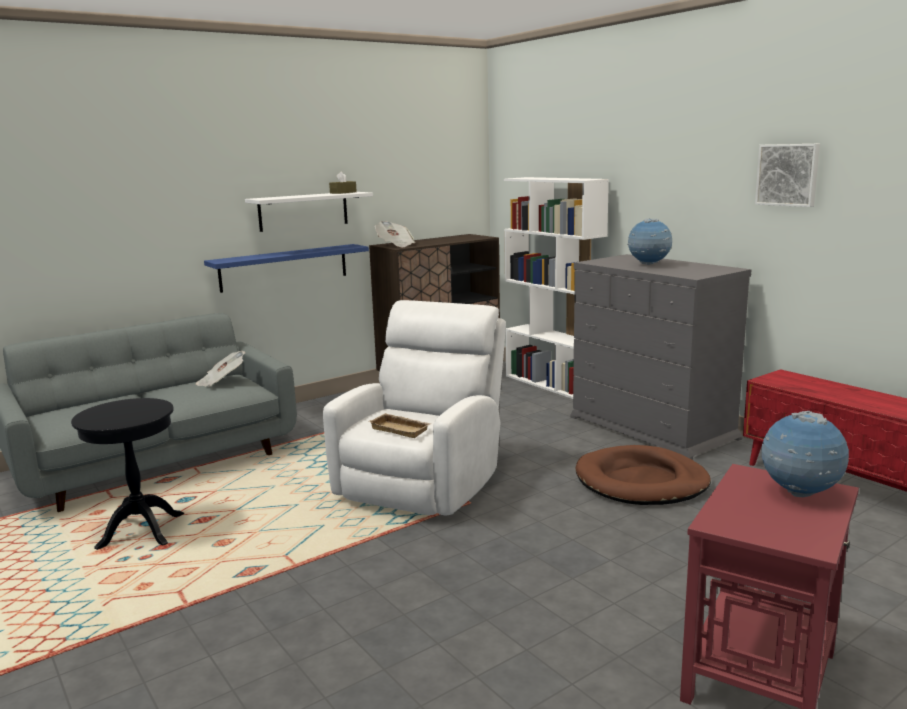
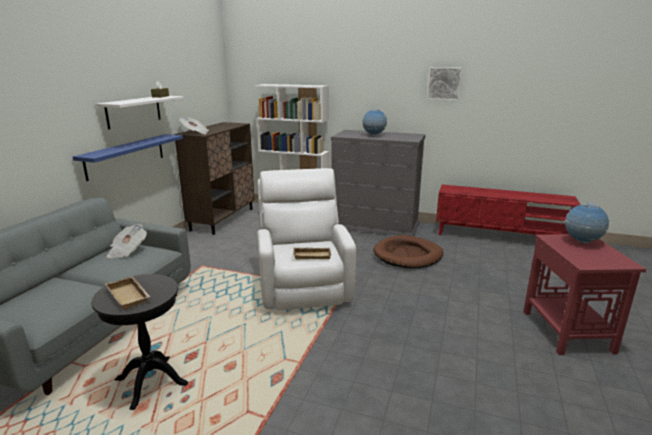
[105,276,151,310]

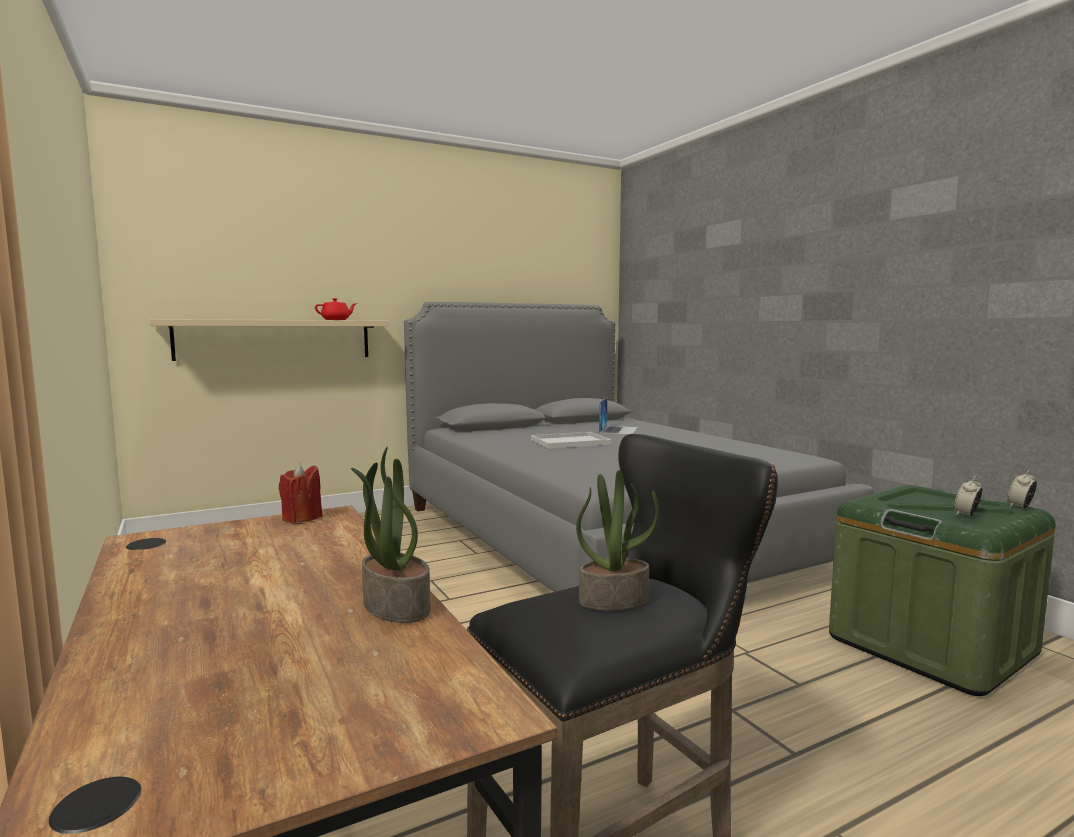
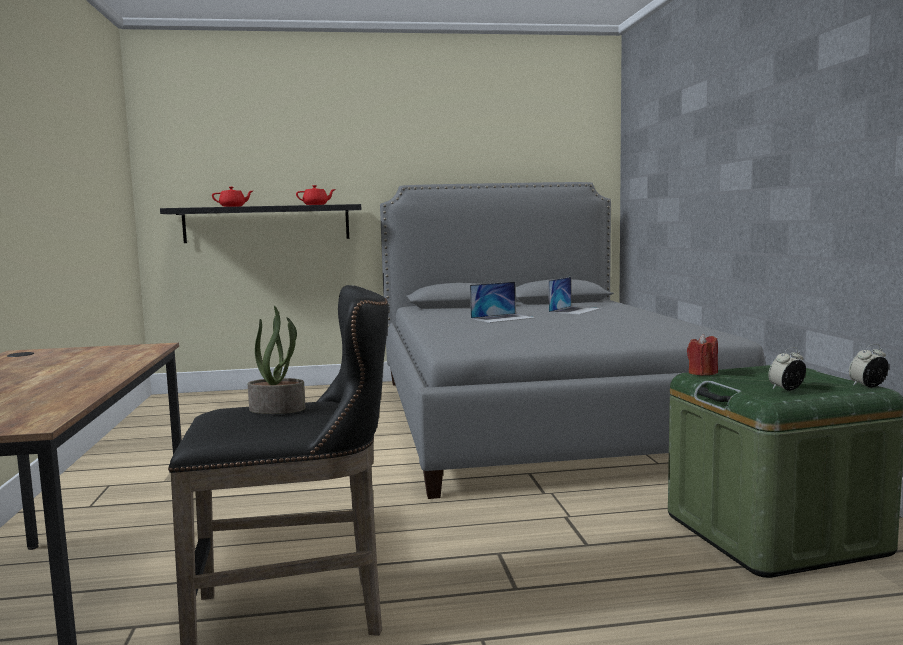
[351,447,430,623] (first image)
[212,187,253,207]
[687,334,718,376]
[470,282,536,323]
[160,204,361,243]

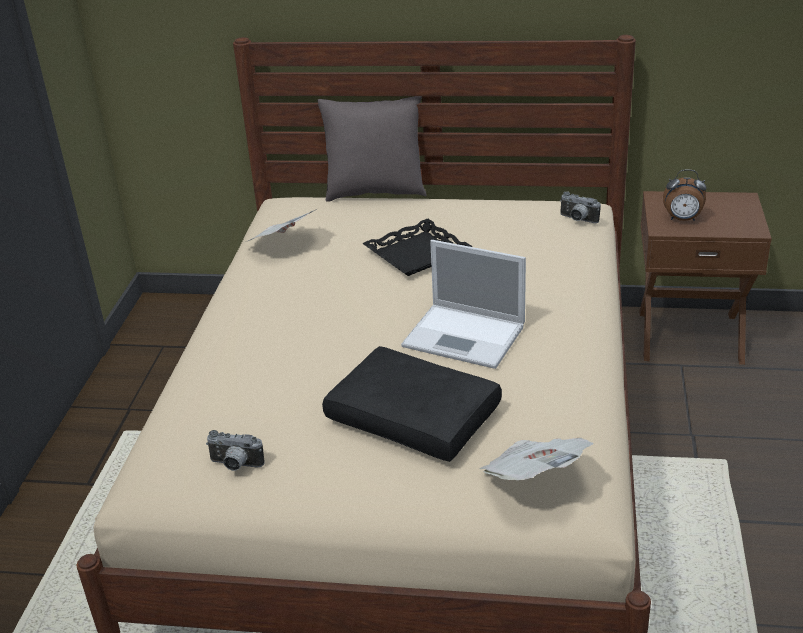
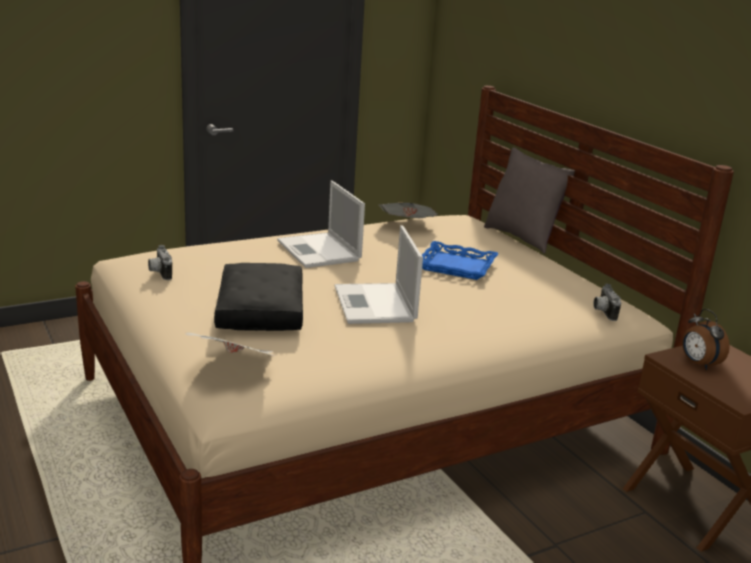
[277,181,365,268]
[422,241,499,280]

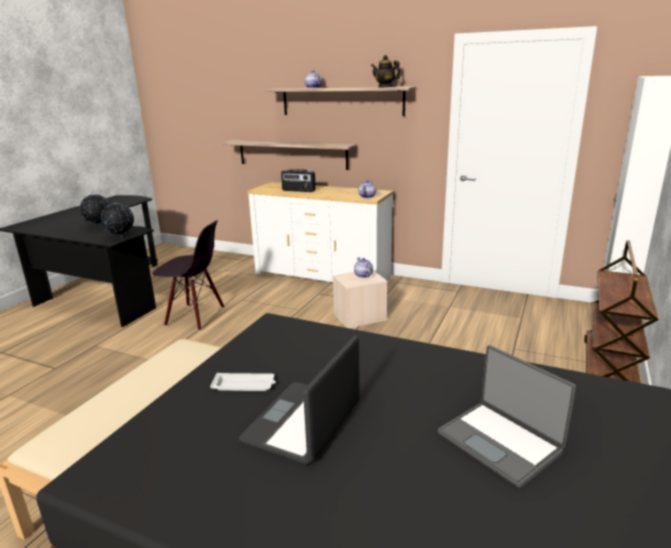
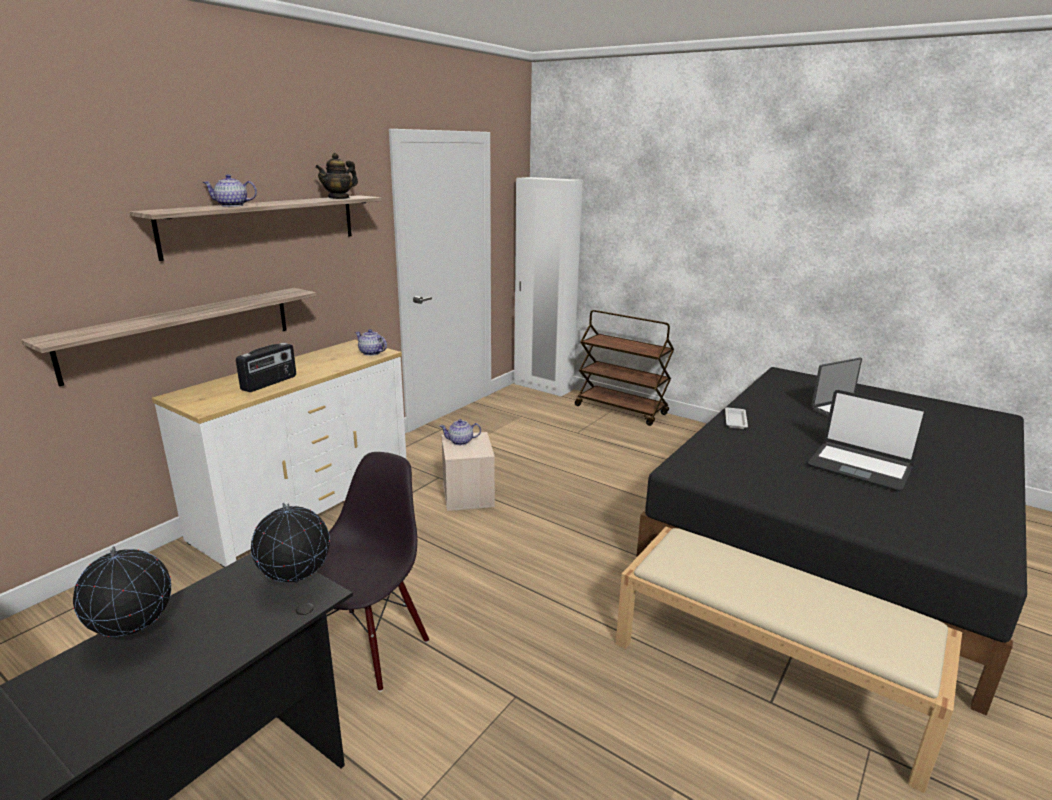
[725,407,748,429]

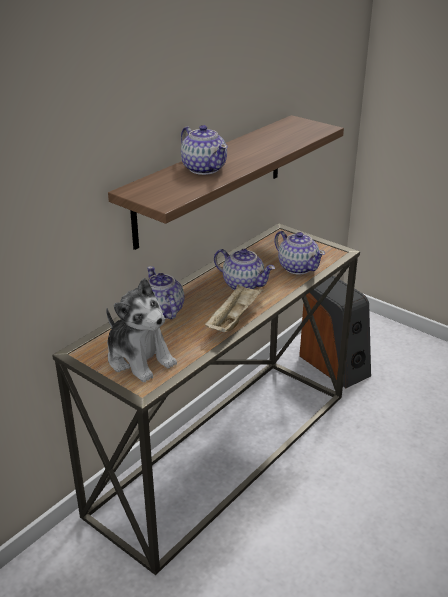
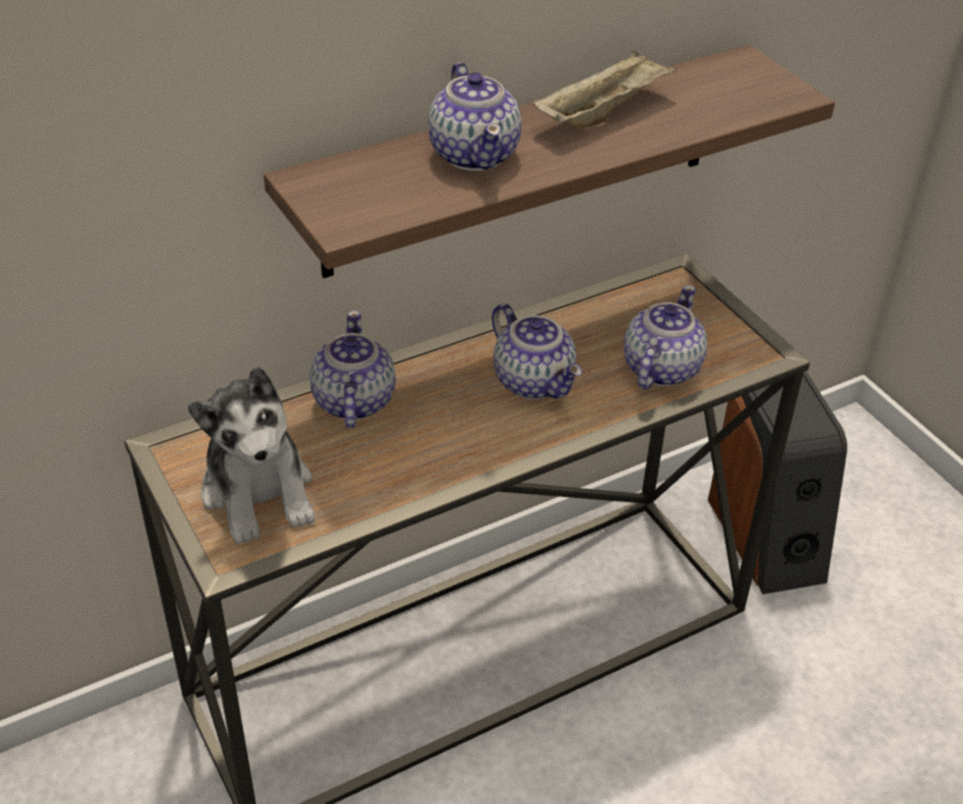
[533,49,678,128]
[624,285,707,389]

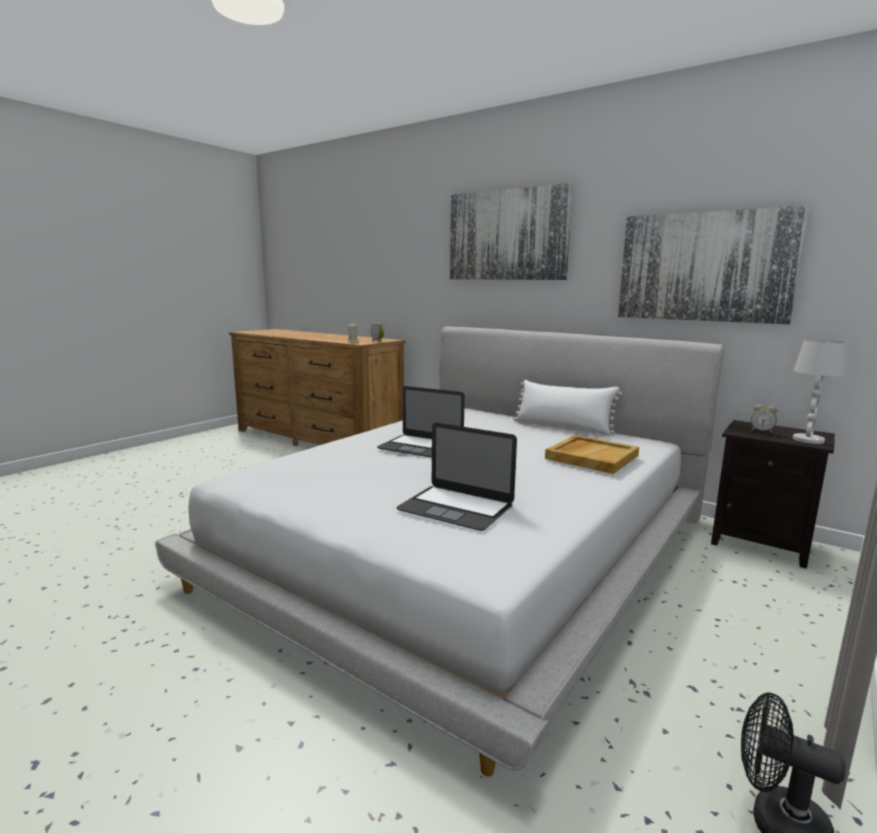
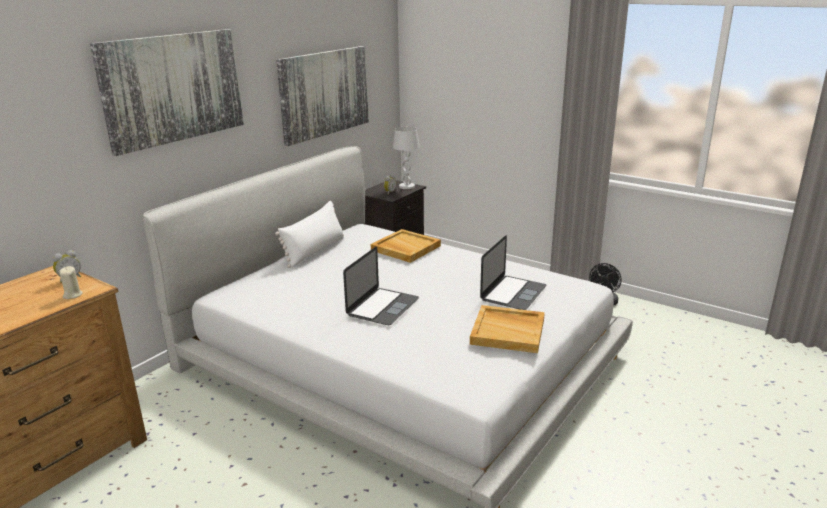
[470,305,545,353]

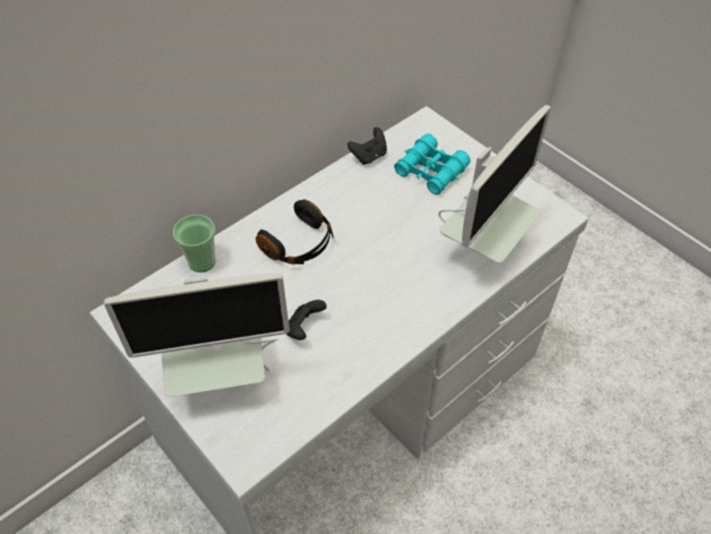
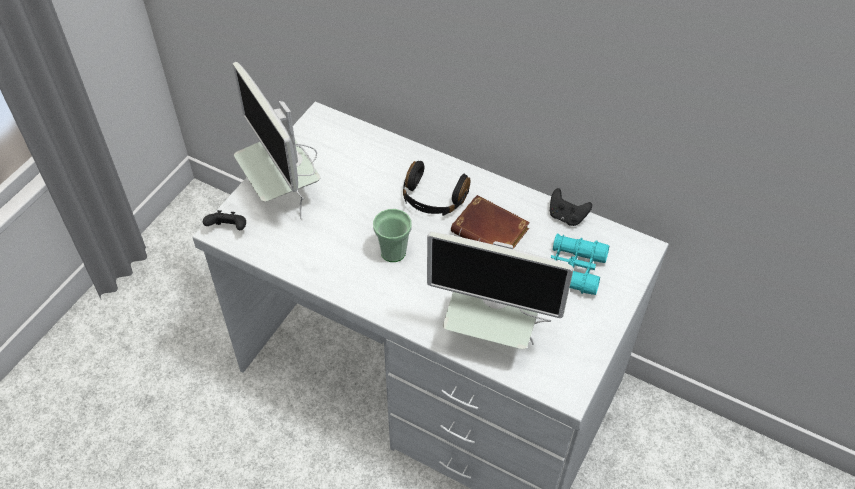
[451,195,530,249]
[373,209,412,262]
[203,210,246,231]

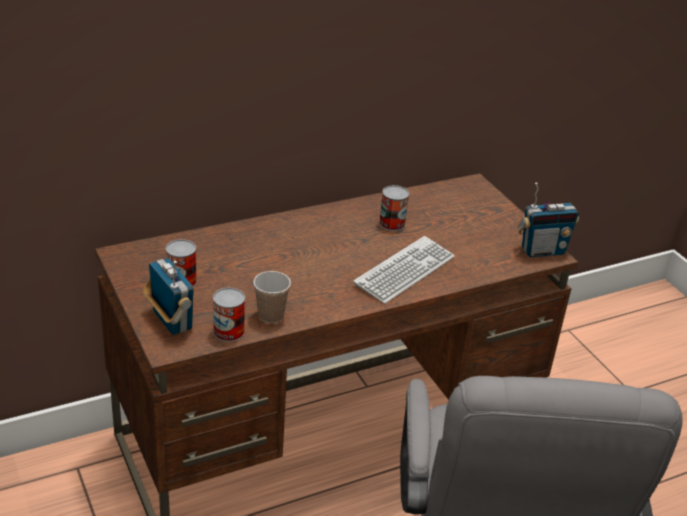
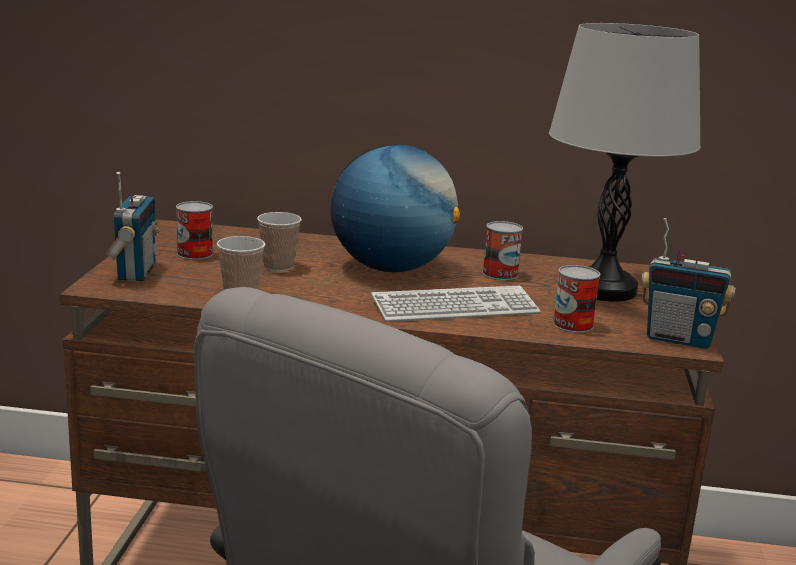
[257,212,302,271]
[331,144,460,272]
[549,23,701,302]
[553,265,600,333]

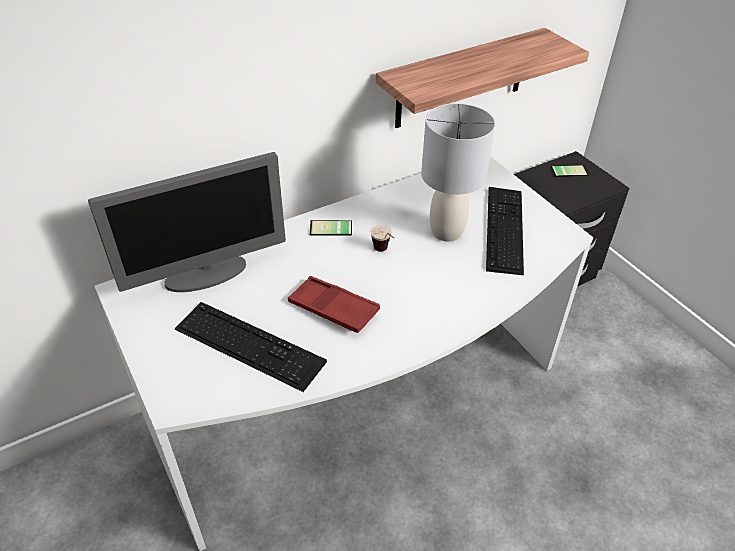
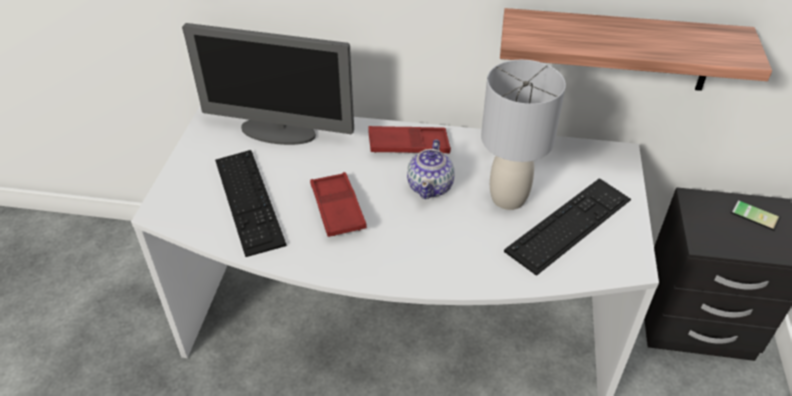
[368,126,451,153]
[407,140,455,199]

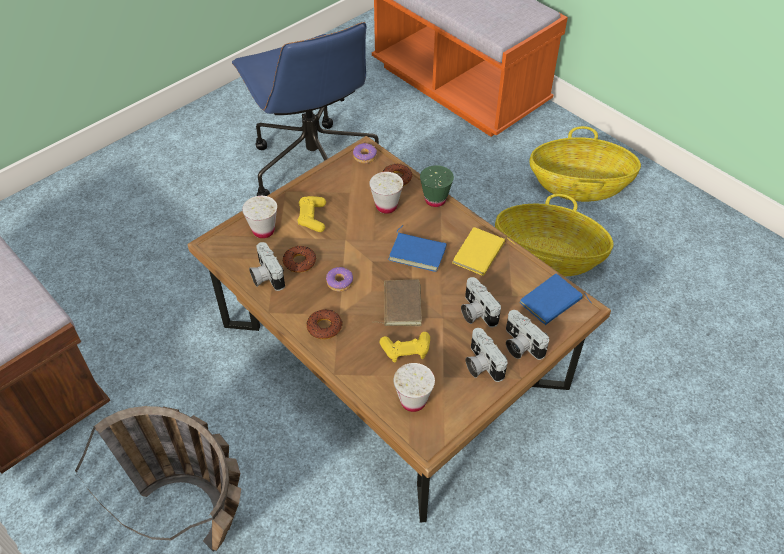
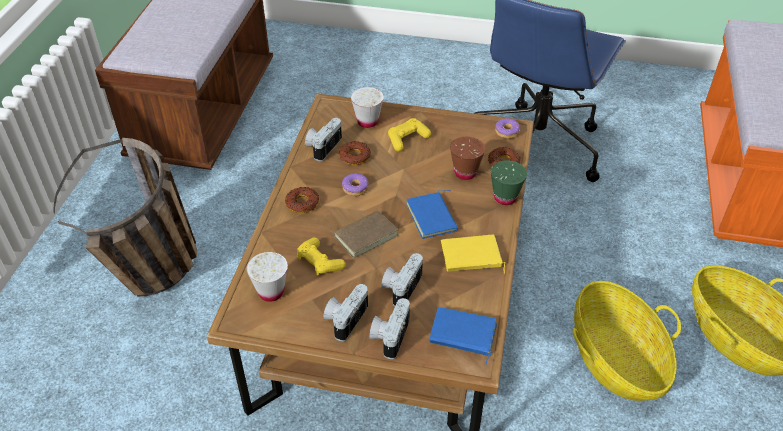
[450,137,485,180]

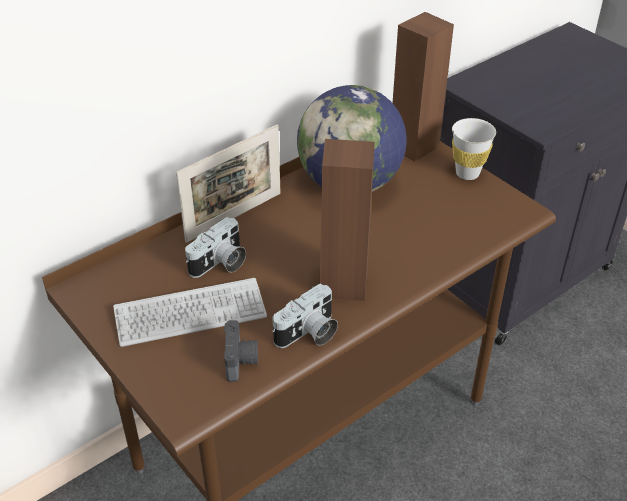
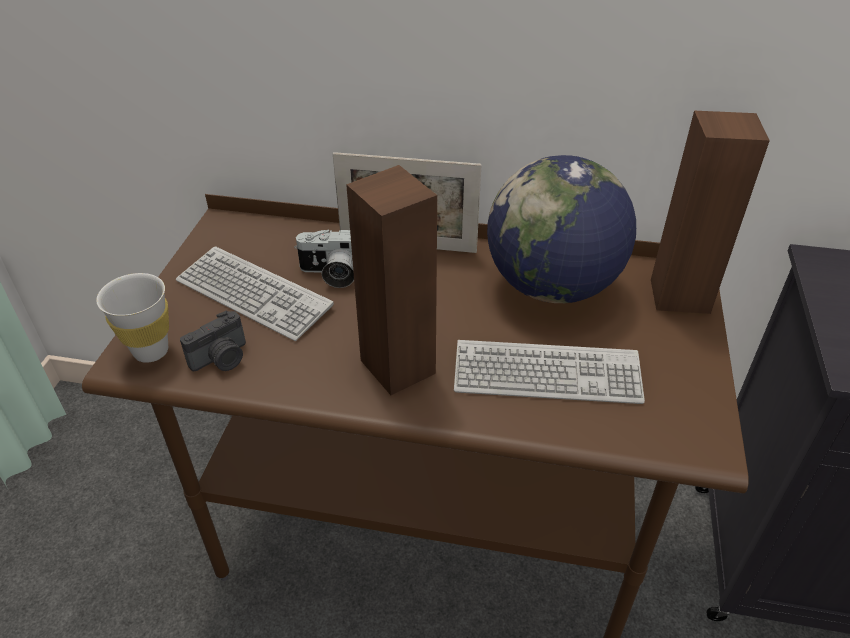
[272,283,338,348] (first image)
[454,340,645,404]
[96,273,169,363]

